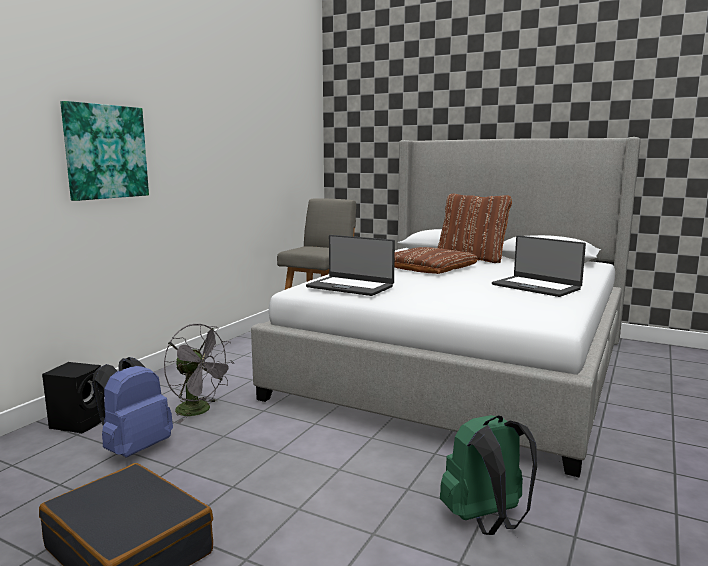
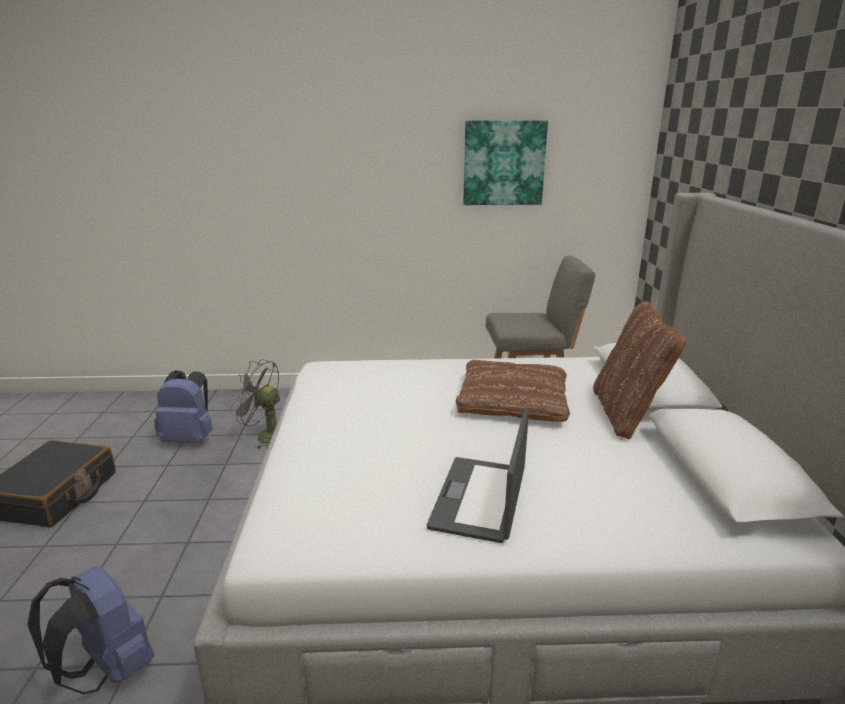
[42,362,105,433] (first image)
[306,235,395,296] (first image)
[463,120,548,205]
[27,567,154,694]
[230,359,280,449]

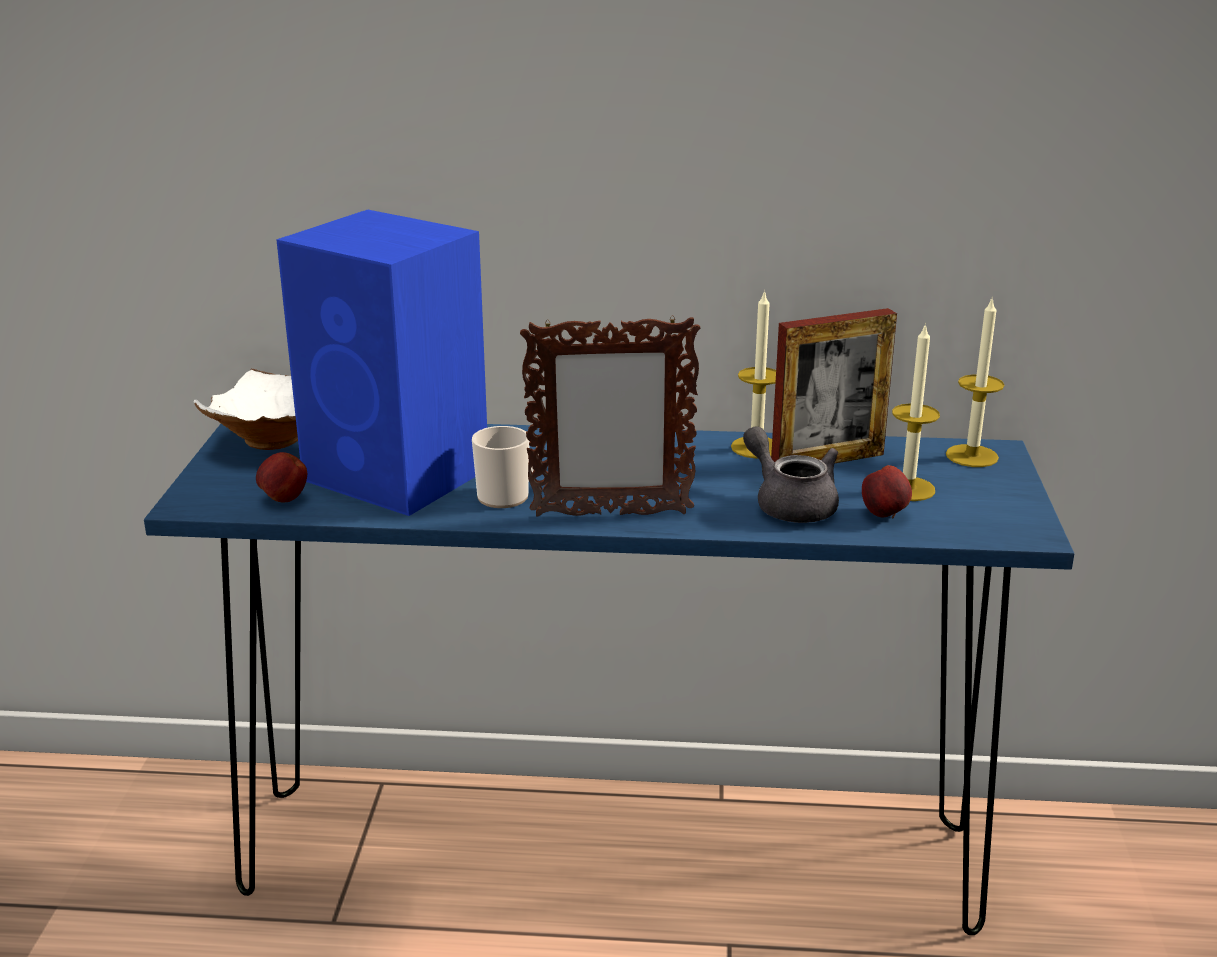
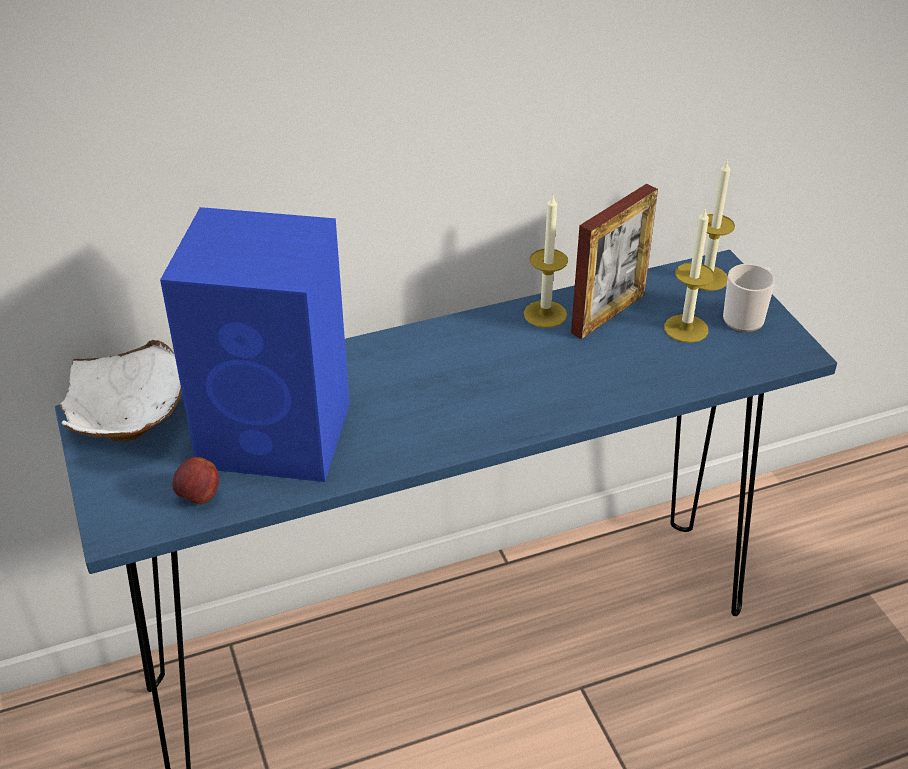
[520,315,700,517] (first image)
[743,426,839,523] (first image)
[862,465,912,519] (first image)
[723,264,776,332]

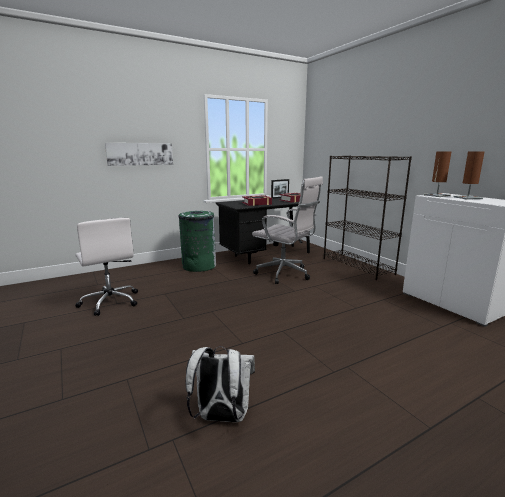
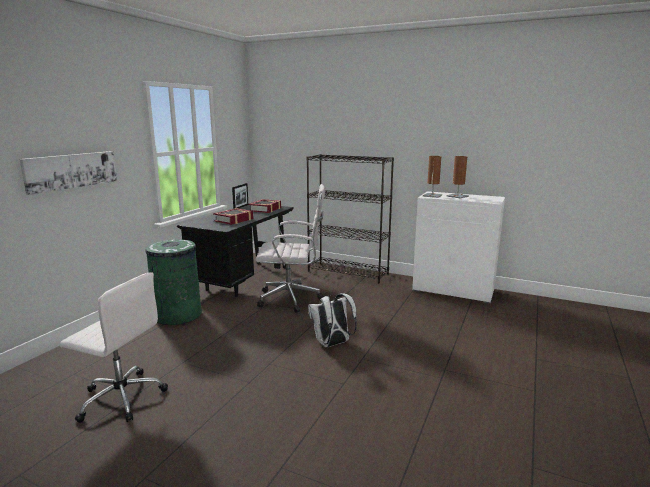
[308,293,357,347]

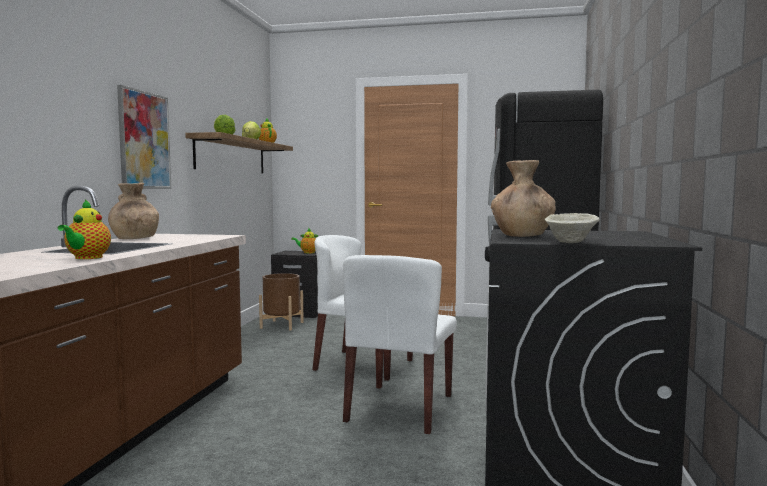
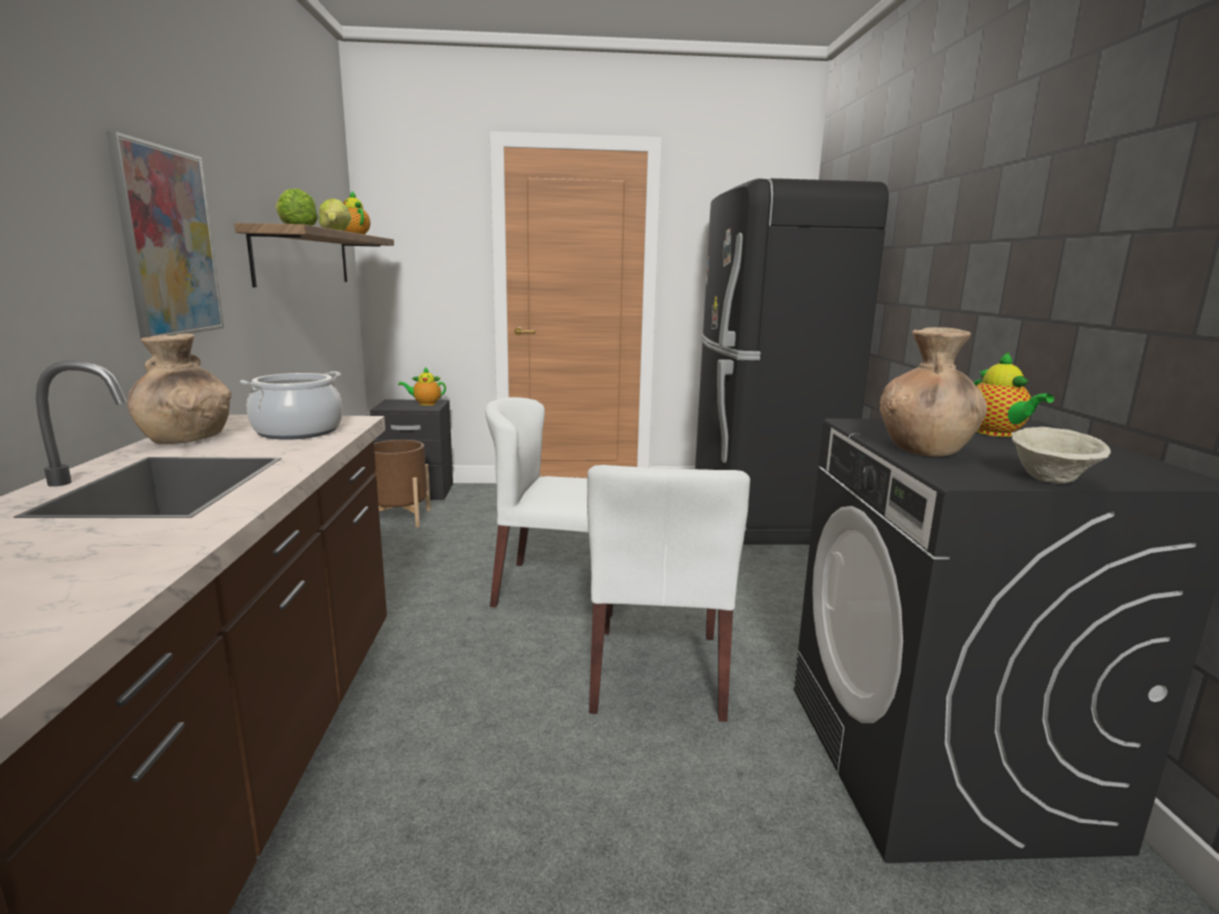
[240,371,343,440]
[973,352,1054,437]

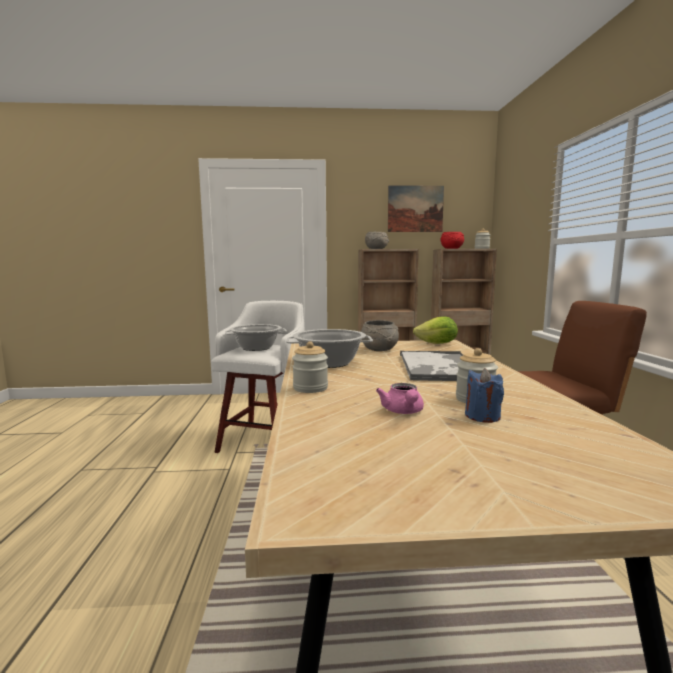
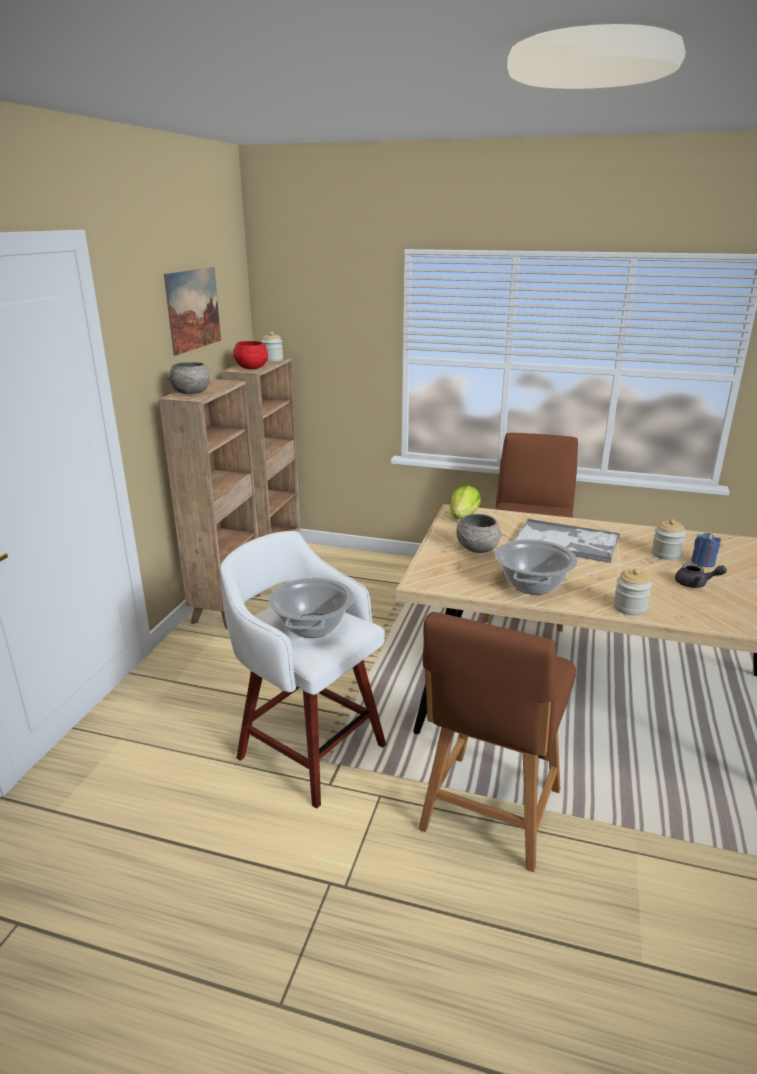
[419,612,576,872]
[675,563,727,588]

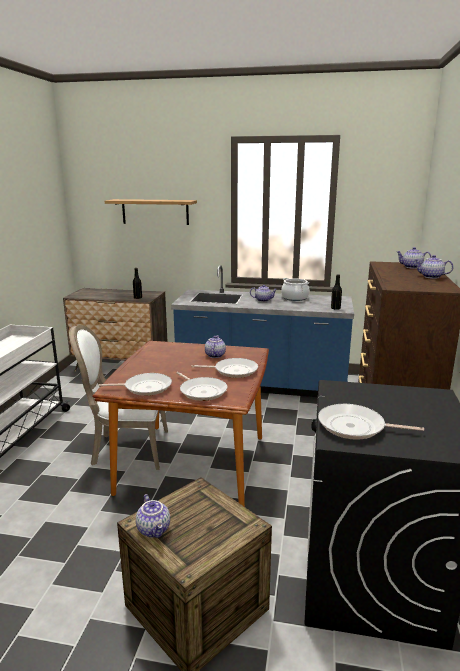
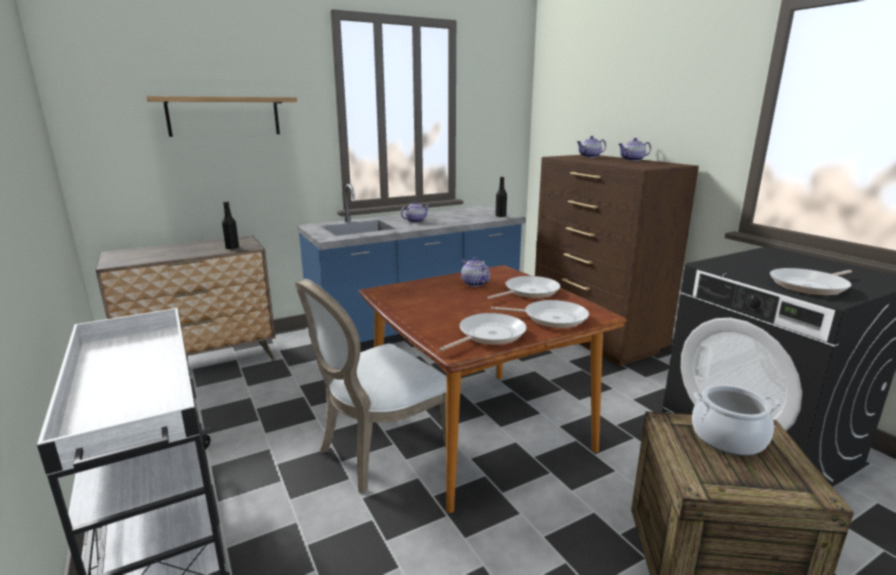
[136,494,170,538] (first image)
[692,385,781,456]

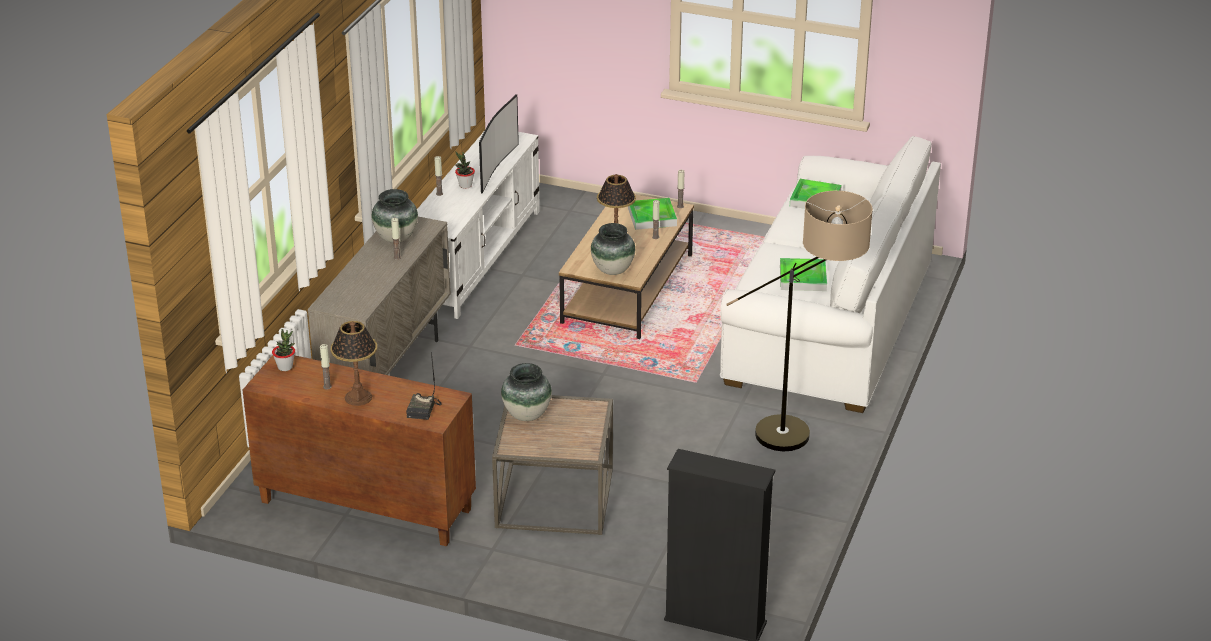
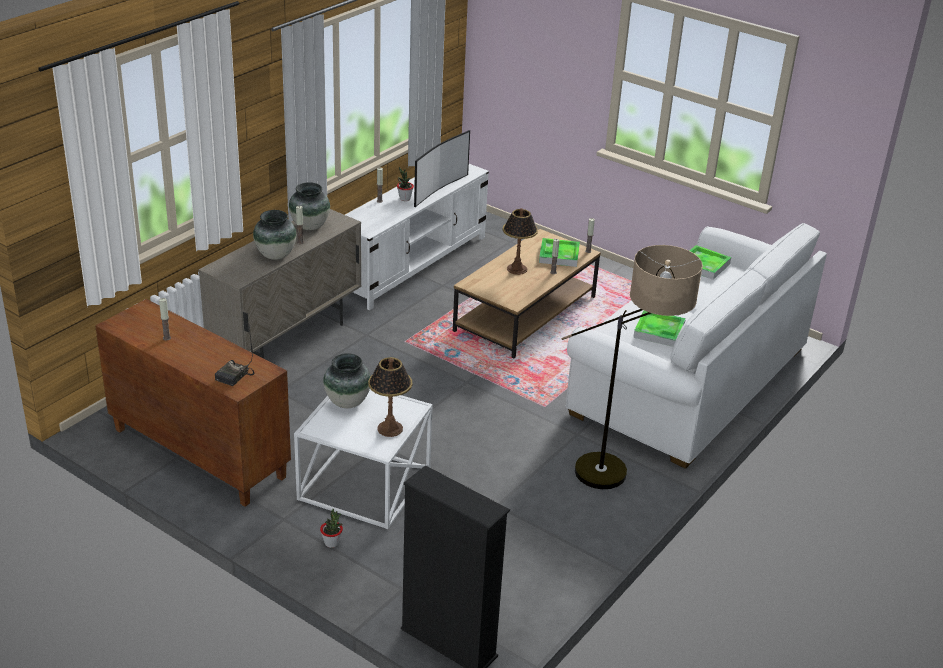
[320,509,343,548]
[368,357,413,437]
[253,210,296,260]
[294,389,433,529]

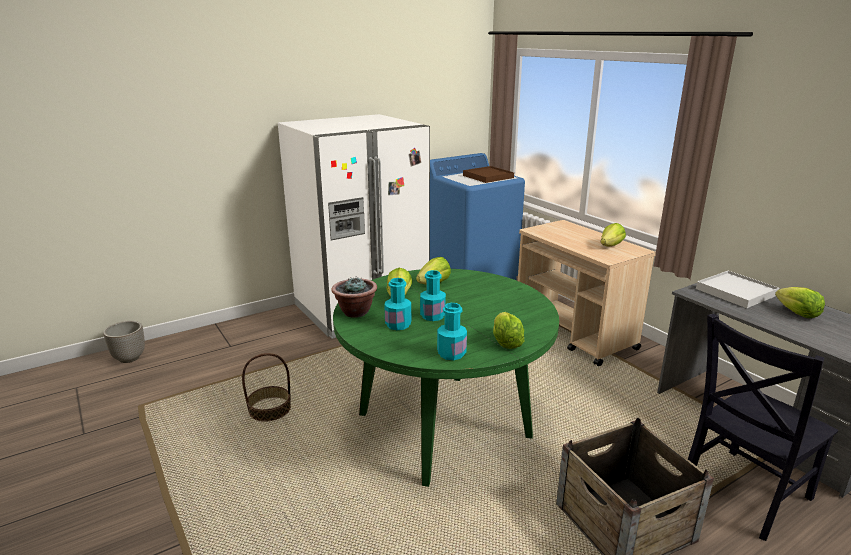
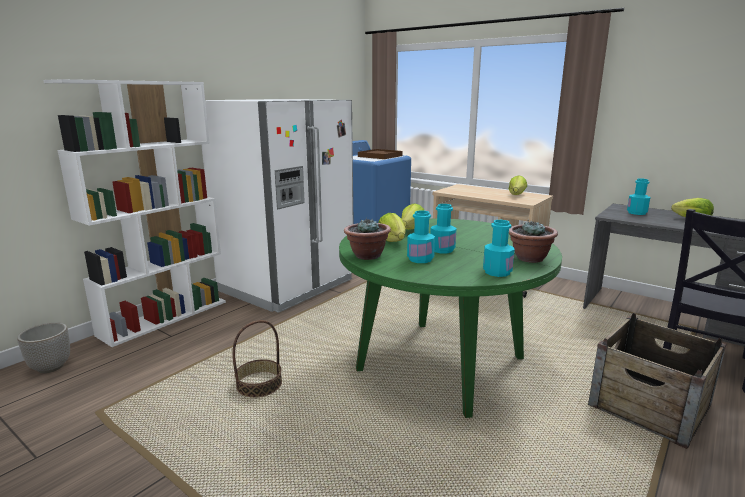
[43,79,226,347]
[509,221,558,263]
[627,178,651,215]

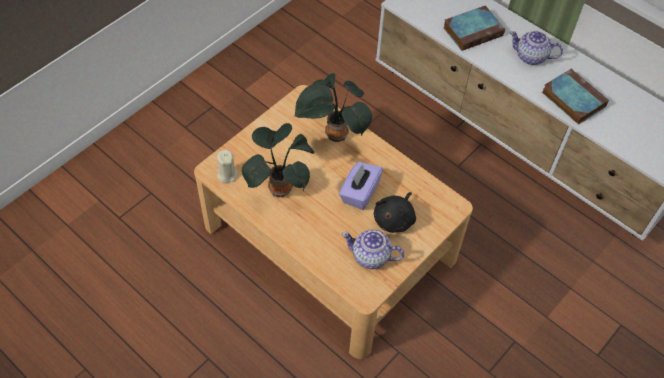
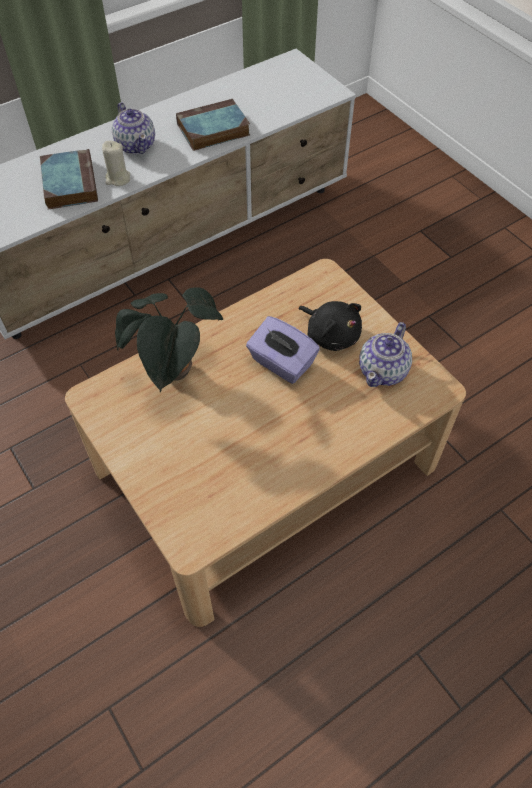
[242,123,315,197] (first image)
[102,141,130,186]
[112,102,155,154]

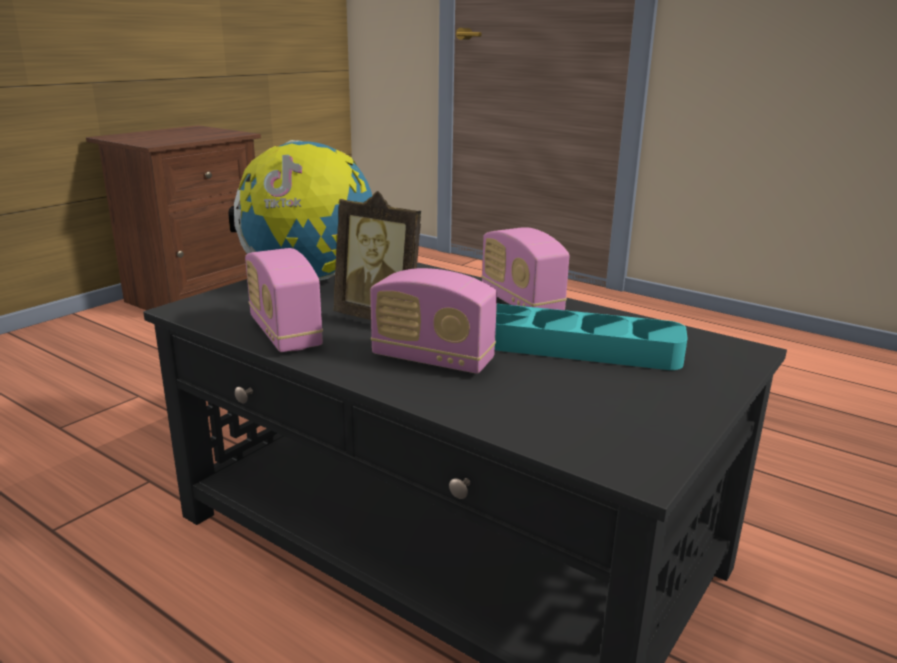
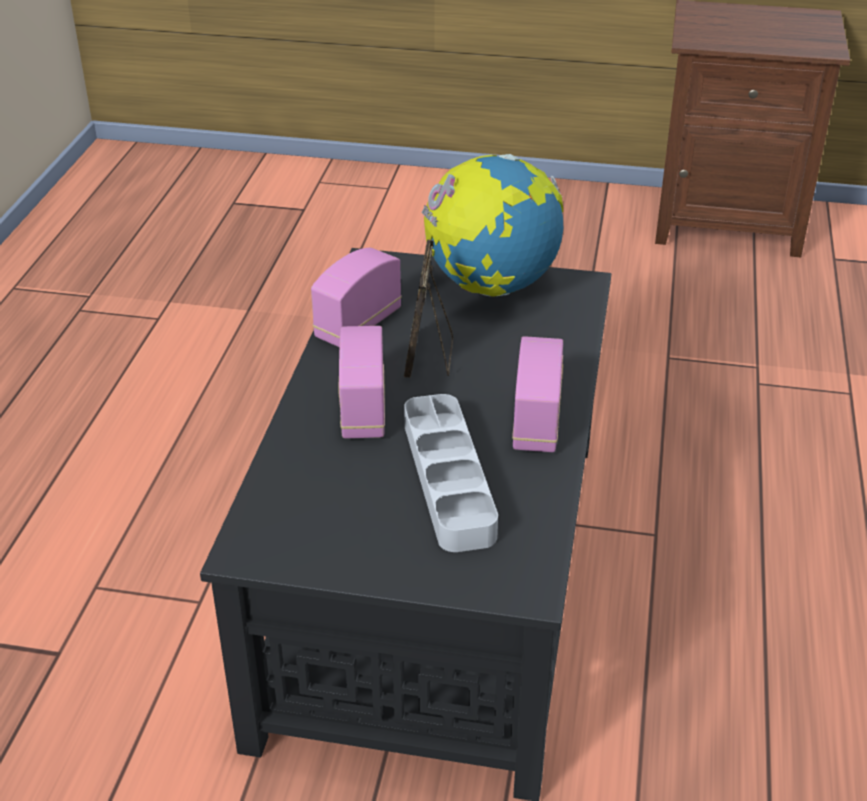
[404,394,498,552]
[512,336,563,452]

